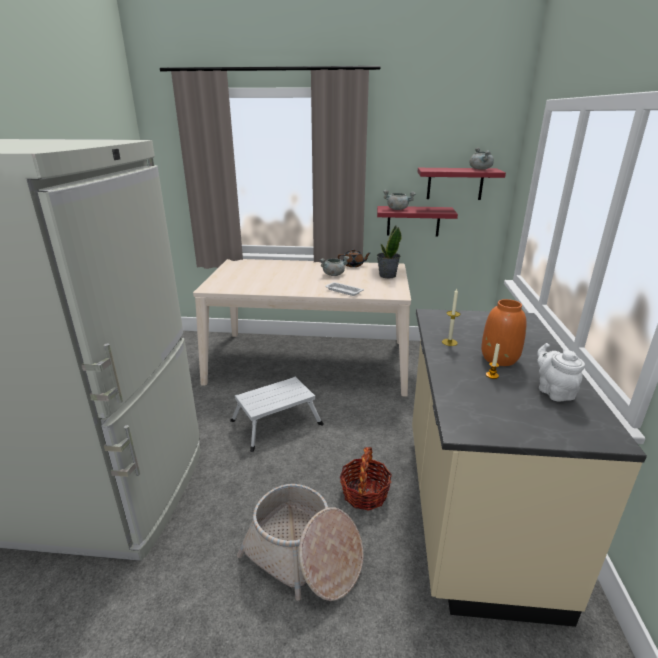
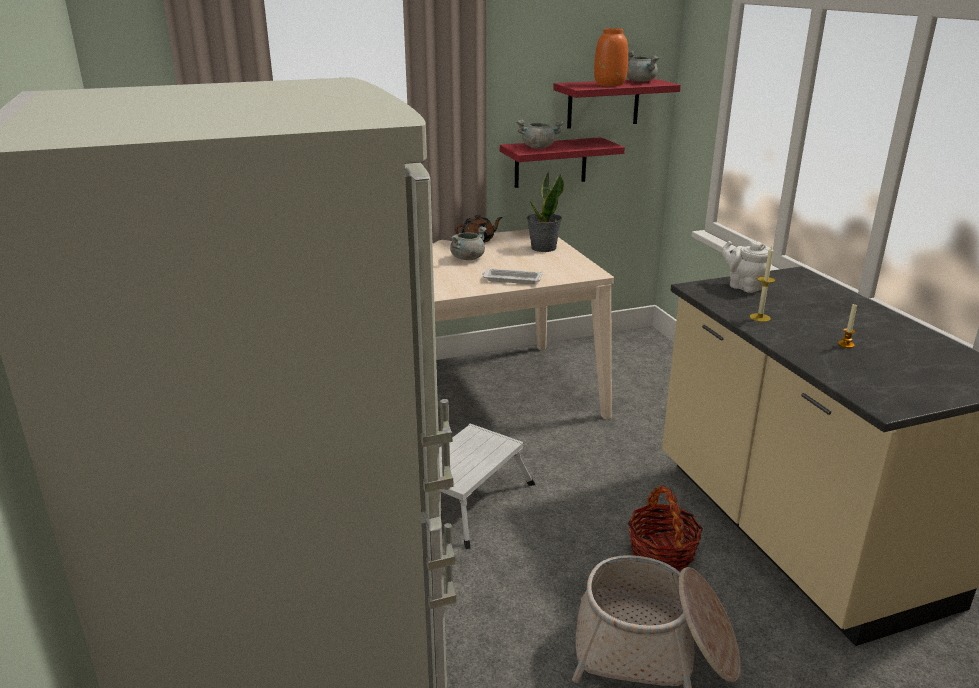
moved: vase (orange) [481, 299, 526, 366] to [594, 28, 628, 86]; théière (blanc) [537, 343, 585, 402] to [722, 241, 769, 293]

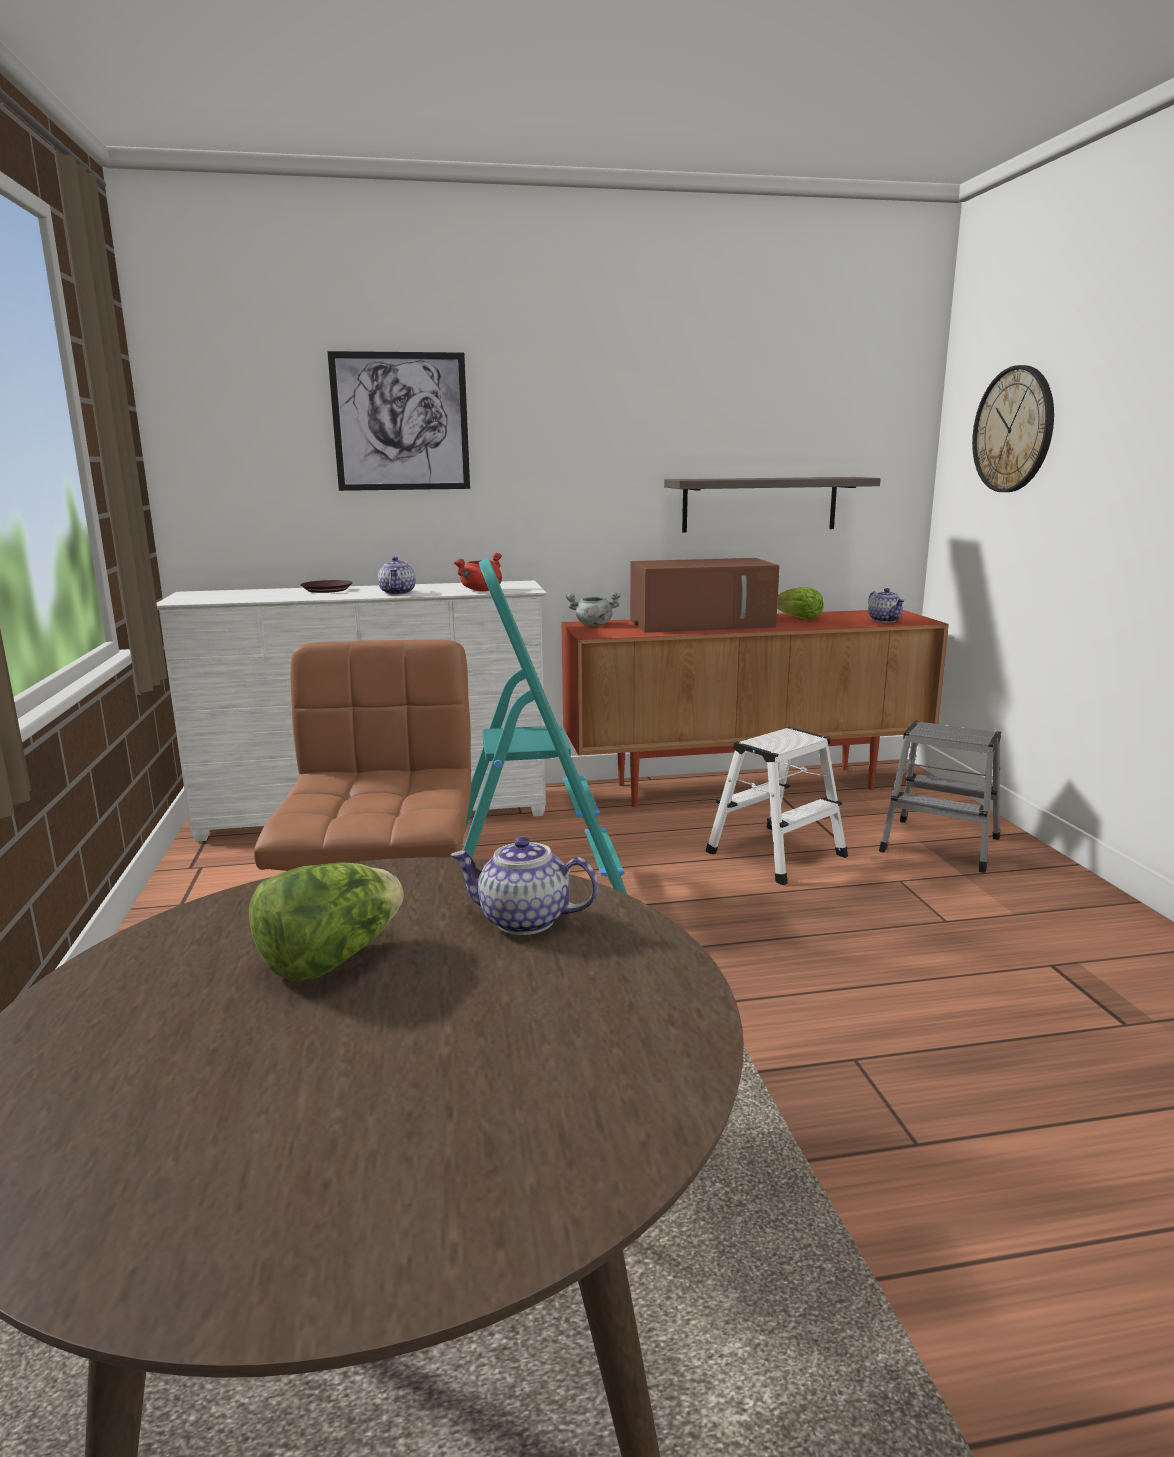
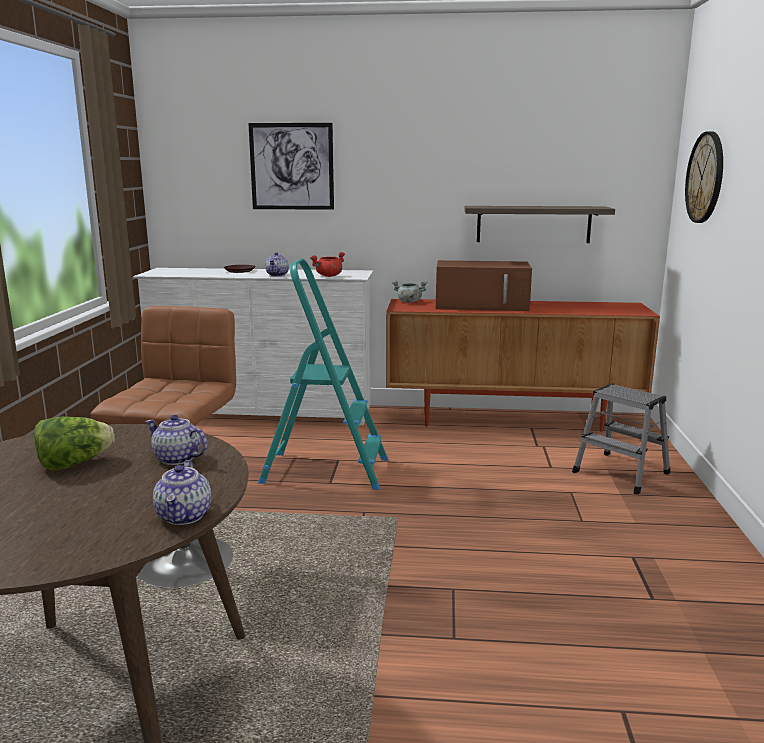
removed: escabeau (blanc) [706, 727, 848, 885]; laitue [777, 587, 823, 620]
moved: théière [868, 588, 905, 622] to [153, 460, 211, 525]

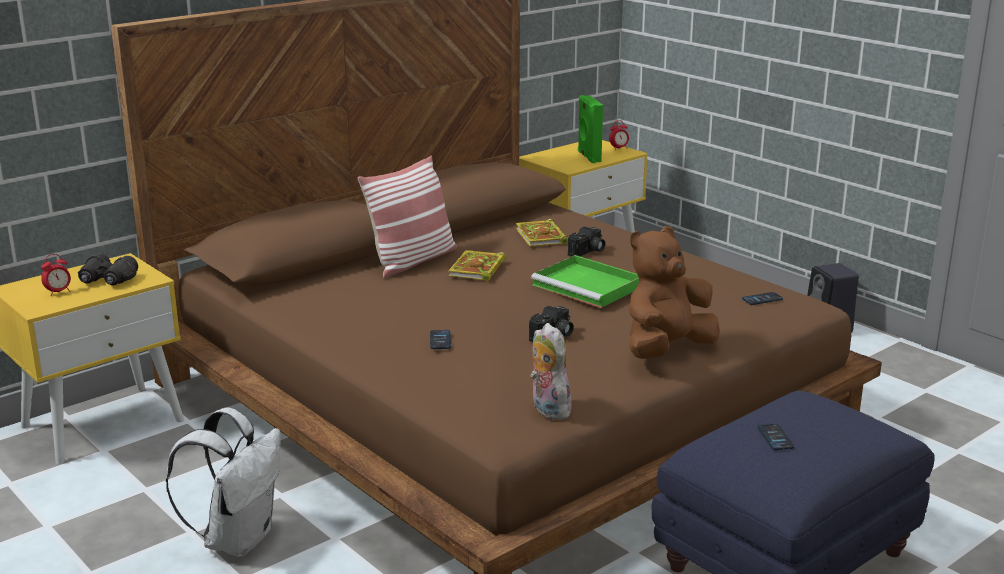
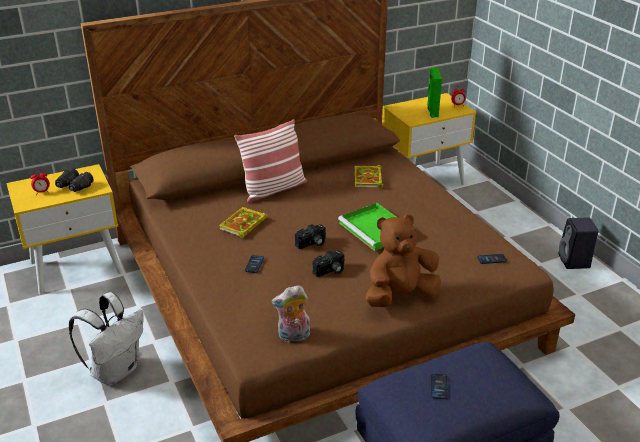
moved: livre [449, 250, 506, 281] to [219, 207, 268, 238]; appareil photo [568, 226, 605, 257] to [295, 224, 326, 249]
turned: peluche [530, 323, 571, 420] = [271, 285, 310, 342] 90 degrees counterclockwise

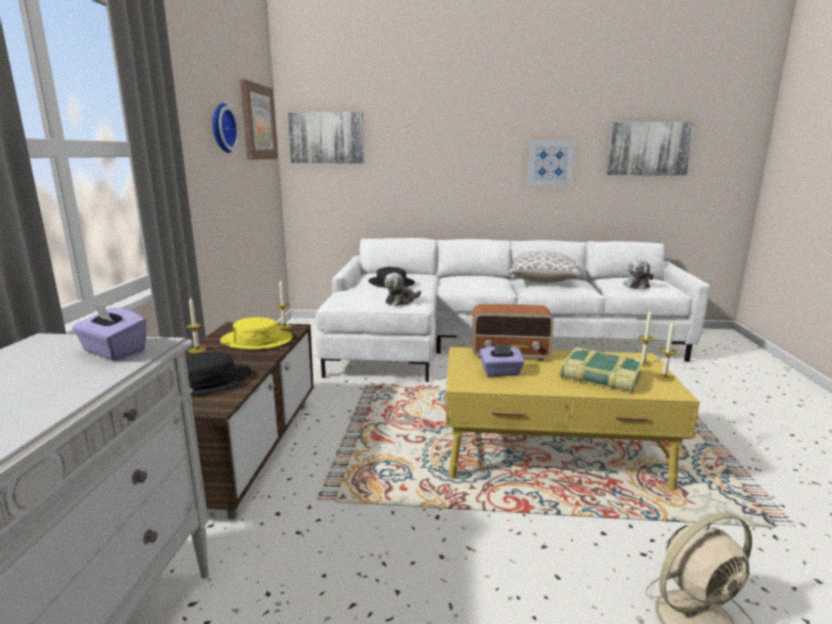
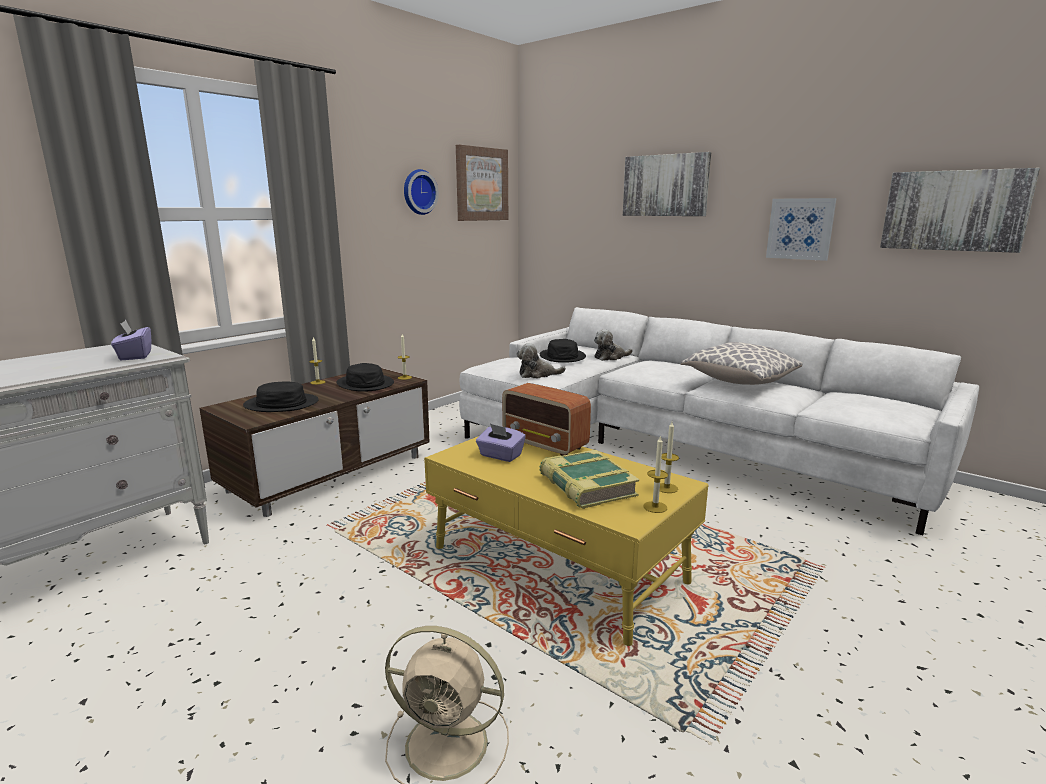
moved: peluche [623, 260, 654, 289] to [594, 329, 633, 361]; tableau [288, 112, 364, 163] to [623, 152, 711, 216]
recoloured: chapeau (jaune) [220, 317, 292, 349] to chapeau (noir) [337, 363, 394, 392]

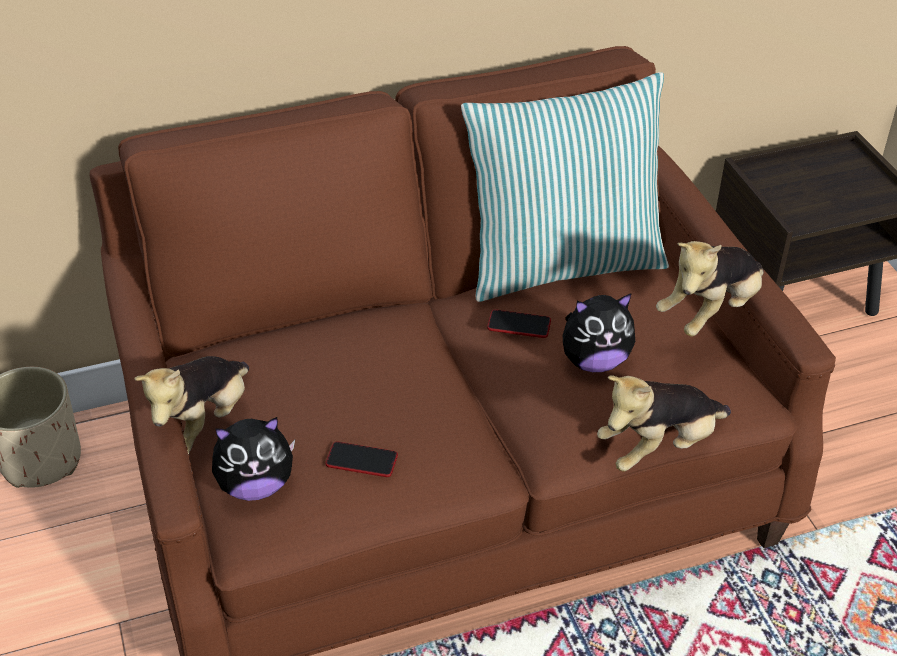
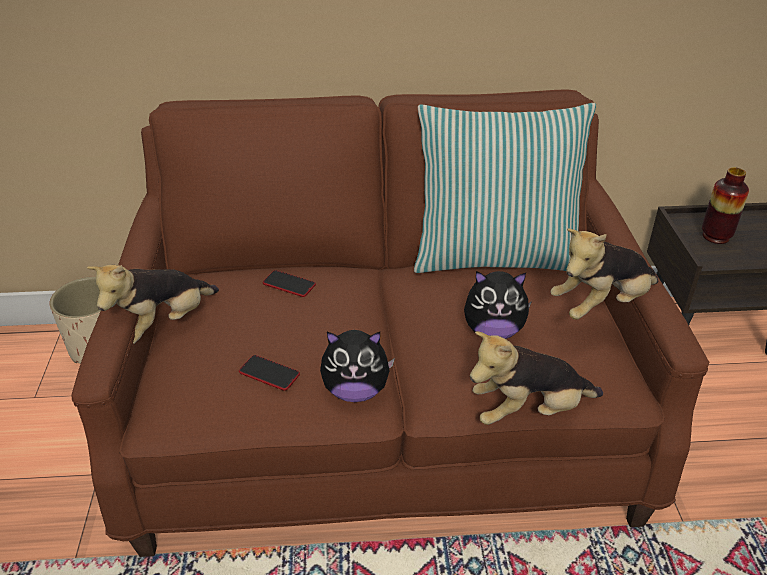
added: vase [702, 167, 749, 244]
moved: téléphone [487, 309, 551, 338] to [263, 270, 316, 297]; peluche [212, 417, 295, 501] to [320, 330, 395, 402]

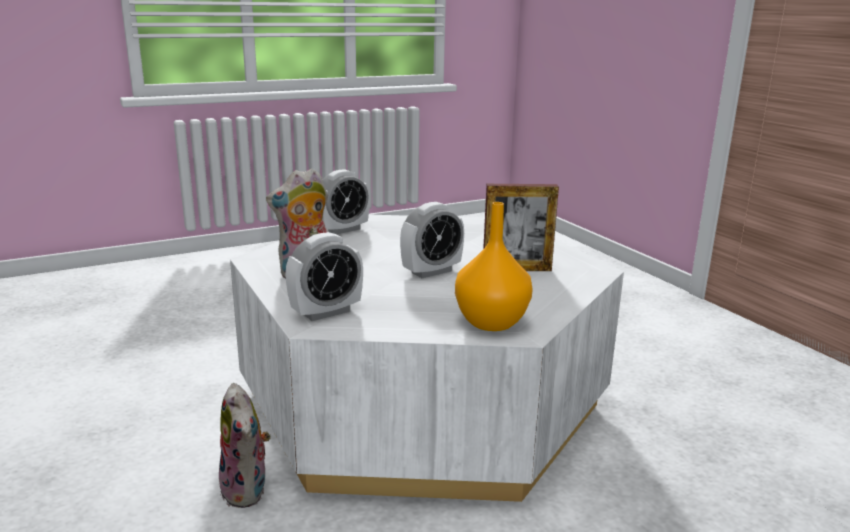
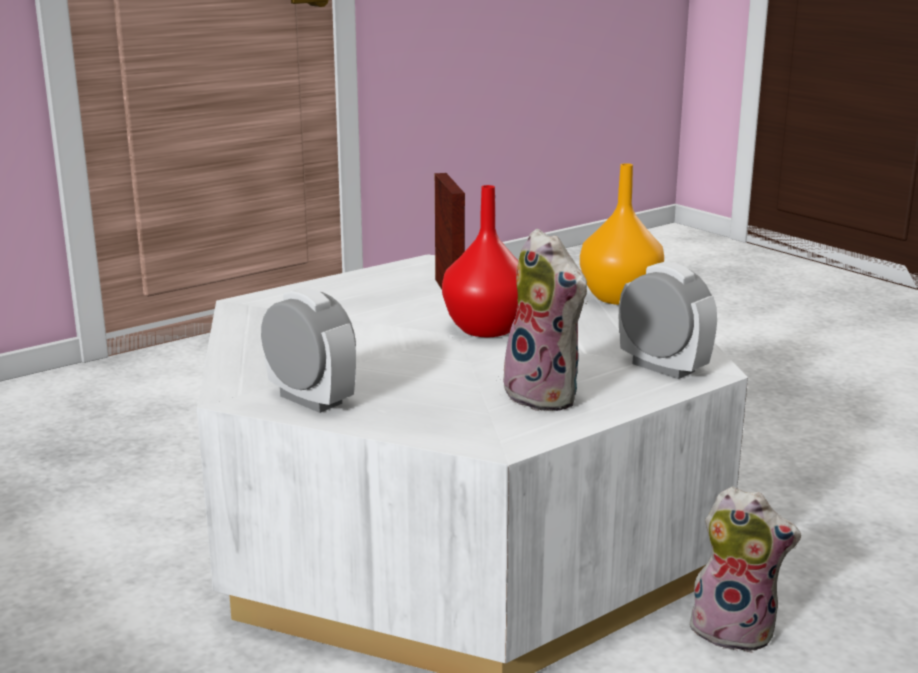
replaced: réveil [400, 202, 464, 278] to vase (rouge) [442, 185, 519, 337]
turned: peluche [219, 383, 271, 508] = [687, 486, 801, 653] 60 degrees clockwise

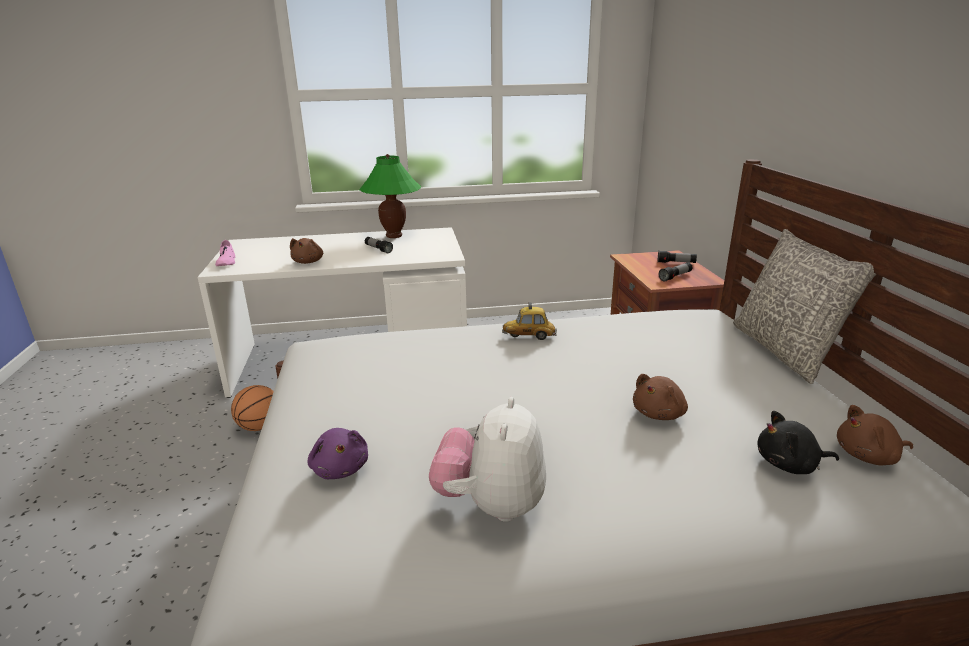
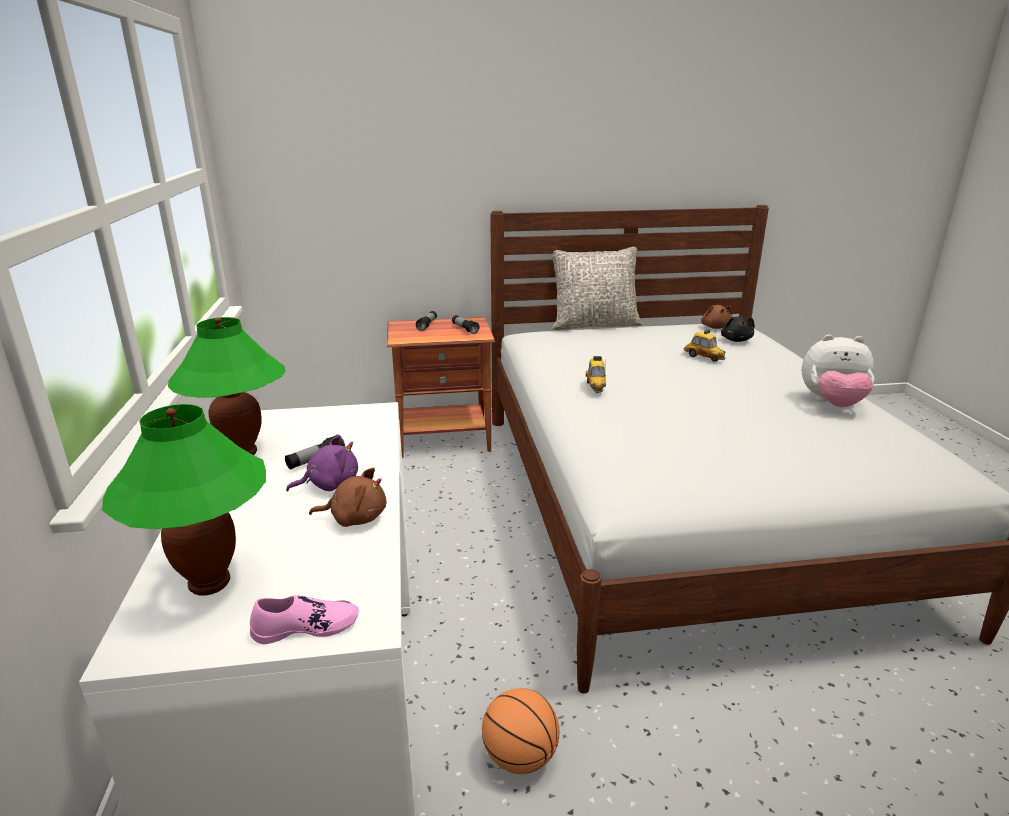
added: lampe de table (vert) [102, 404, 266, 596]
moved: peluche (violet) [307, 428, 368, 479] to [286, 435, 358, 491]
replaced: peluche (marron) [633, 374, 688, 420] to petite voiture [684, 329, 726, 362]

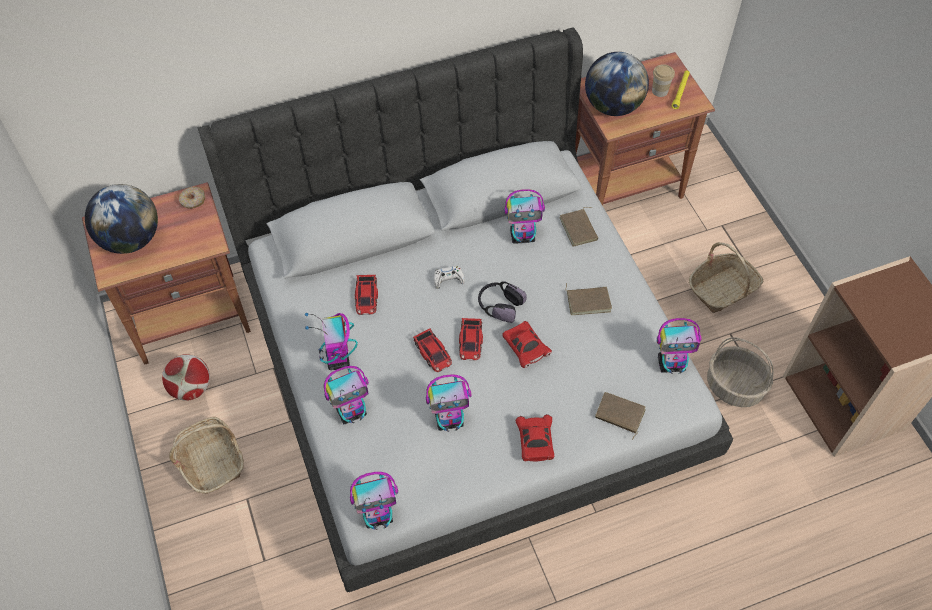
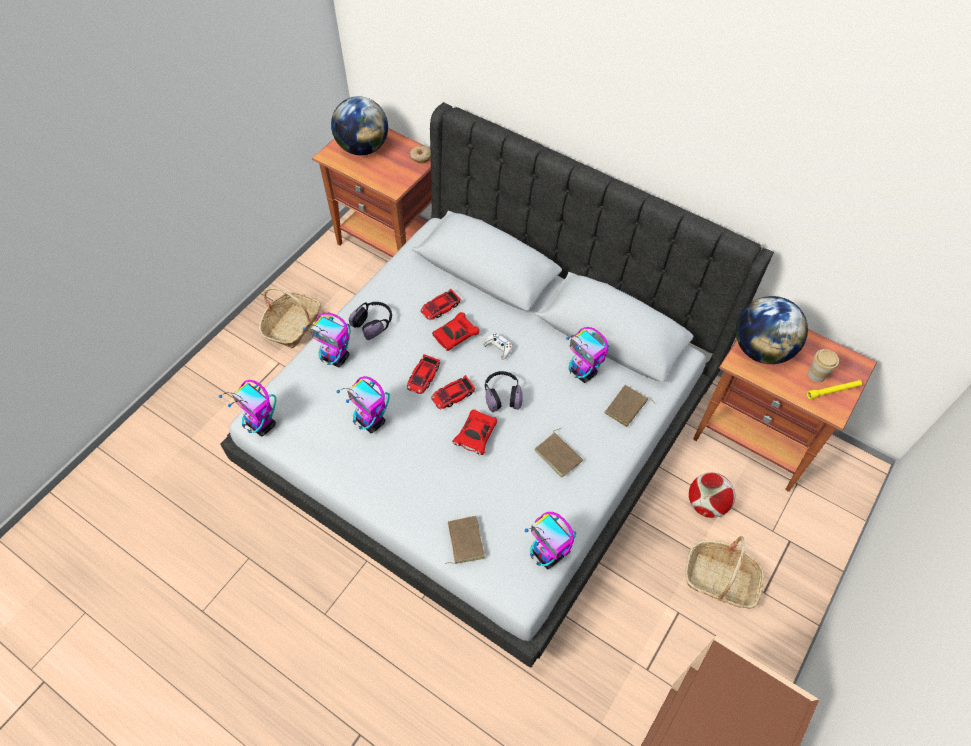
removed: panier [707, 337, 774, 407]
moved: petite voiture (rouge) [516, 414, 554, 461] to [432, 312, 479, 351]; ballon de foot [162, 354, 210, 400] to [689, 473, 735, 518]
replaced: robot jouet [305, 313, 358, 370] to casque audio [349, 302, 392, 340]

